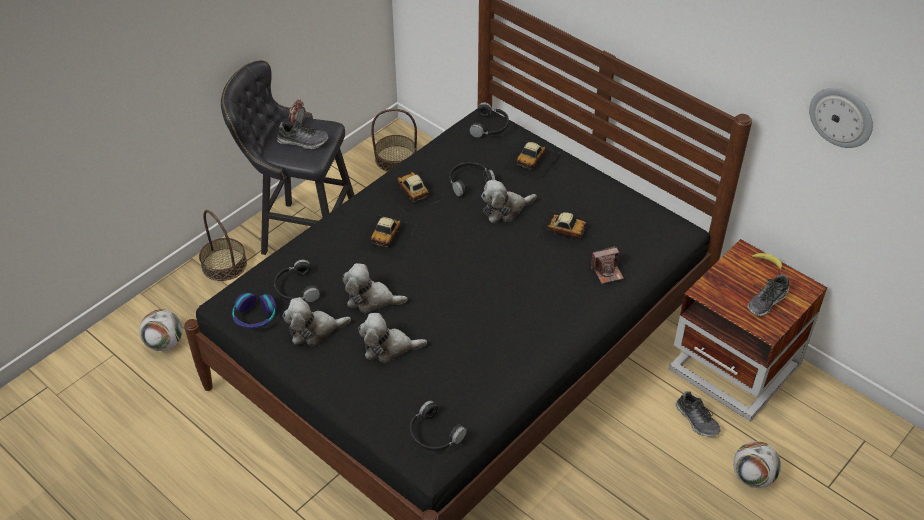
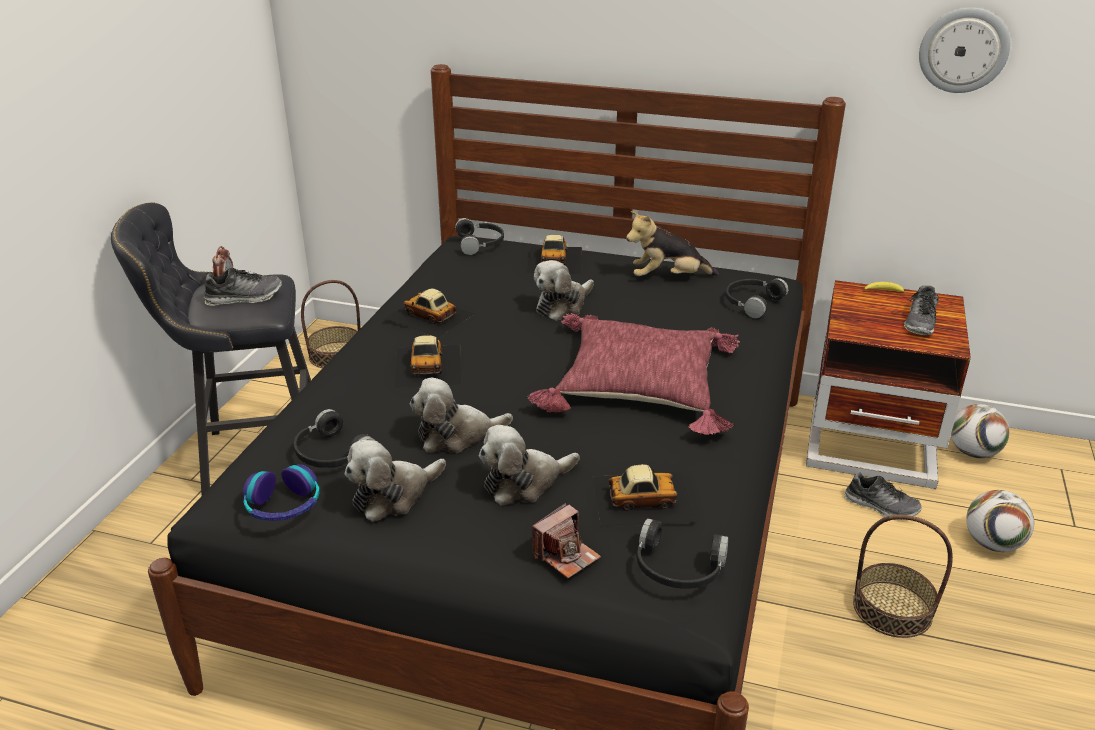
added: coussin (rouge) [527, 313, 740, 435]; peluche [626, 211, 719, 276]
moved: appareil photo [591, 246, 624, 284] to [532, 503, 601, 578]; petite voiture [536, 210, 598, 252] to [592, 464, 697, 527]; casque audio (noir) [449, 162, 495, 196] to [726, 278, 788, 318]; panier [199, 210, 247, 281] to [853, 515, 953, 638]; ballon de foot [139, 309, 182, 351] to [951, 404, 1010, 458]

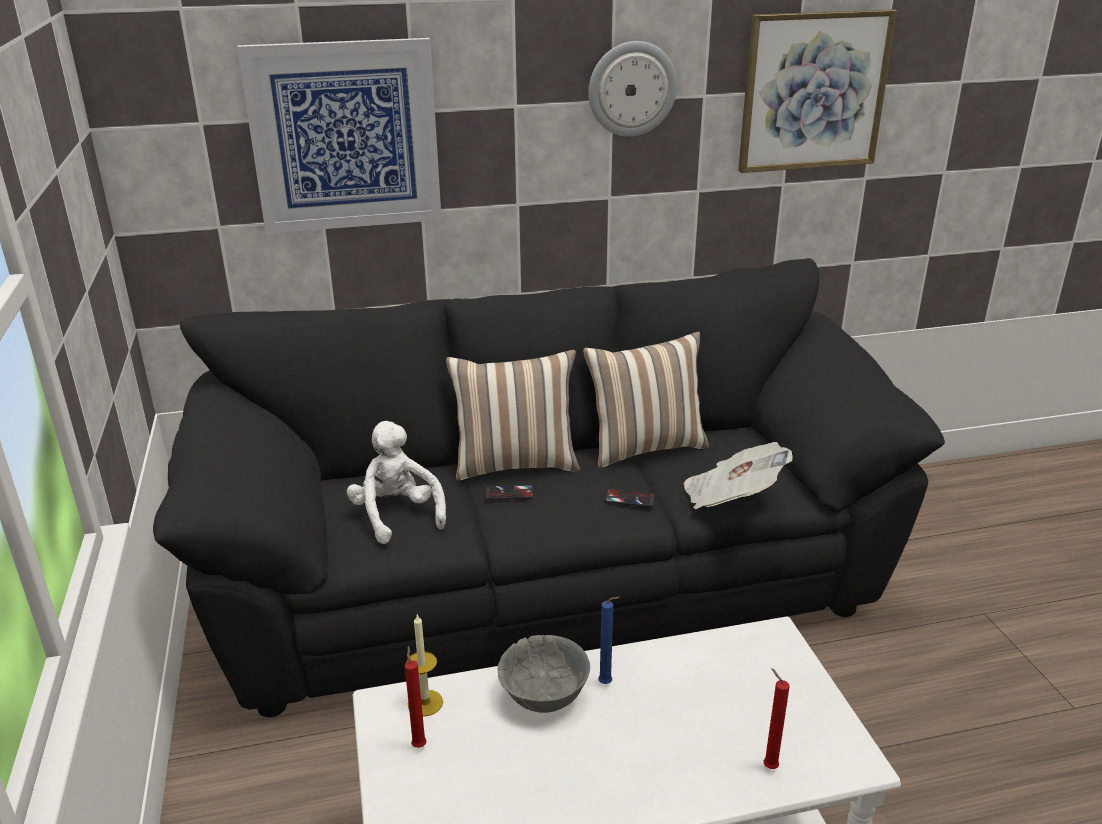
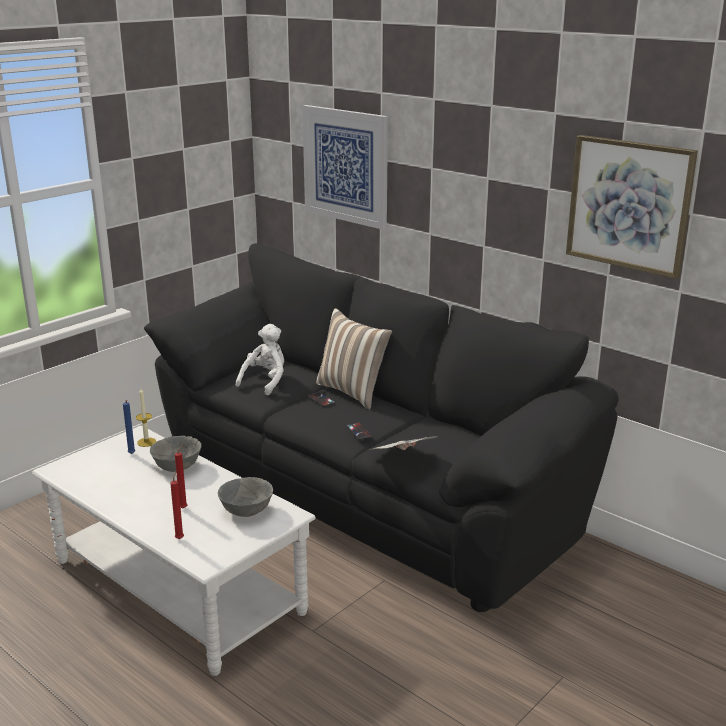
removed: coussin [583, 332, 709, 468]; horloge murale [588, 41, 677, 137]
added: bol (gris) [218, 477, 273, 517]
moved: bougie (bleu) [598, 597, 620, 684] to [123, 400, 136, 454]; bougie (rouge) [405, 646, 426, 748] to [175, 445, 187, 509]

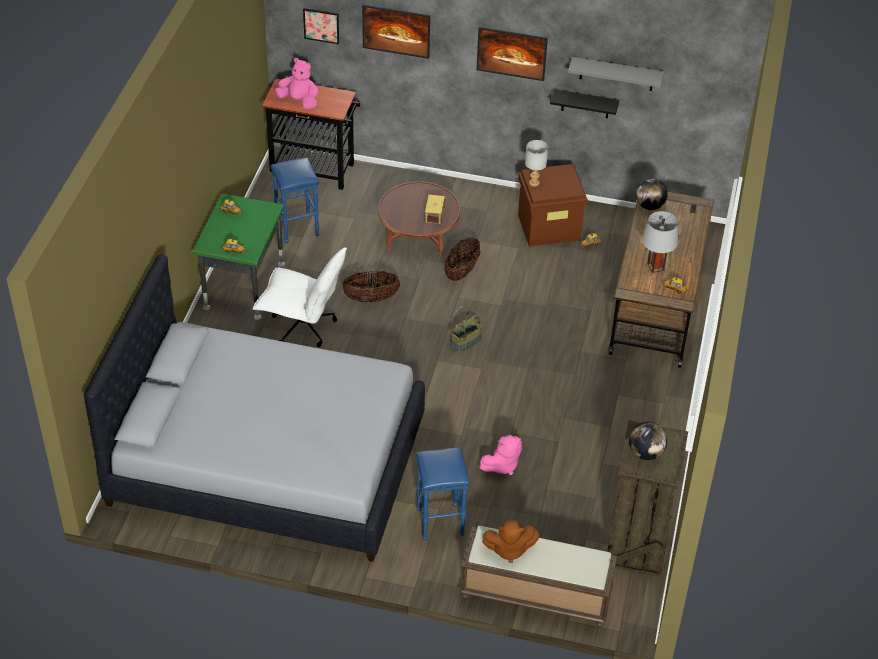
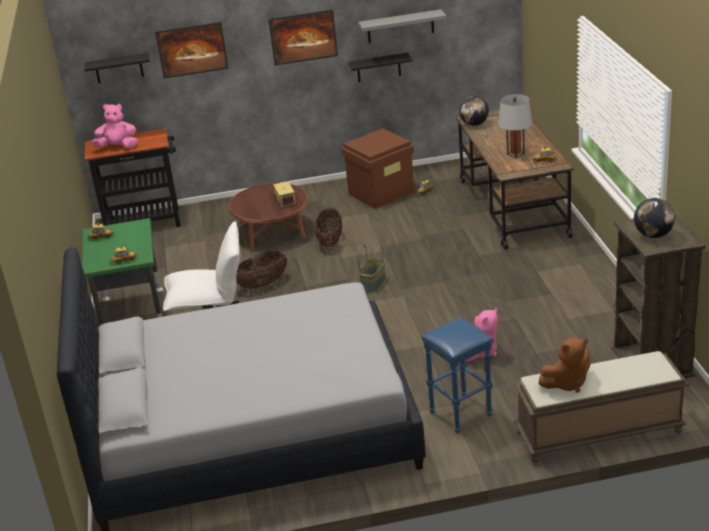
removed: tabouret (bleu) [270, 157, 319, 243]; lampe de table (gris) [525, 140, 548, 187]
replaced: tableau [303, 8, 339, 44] to étagère (noir) [84, 53, 150, 83]

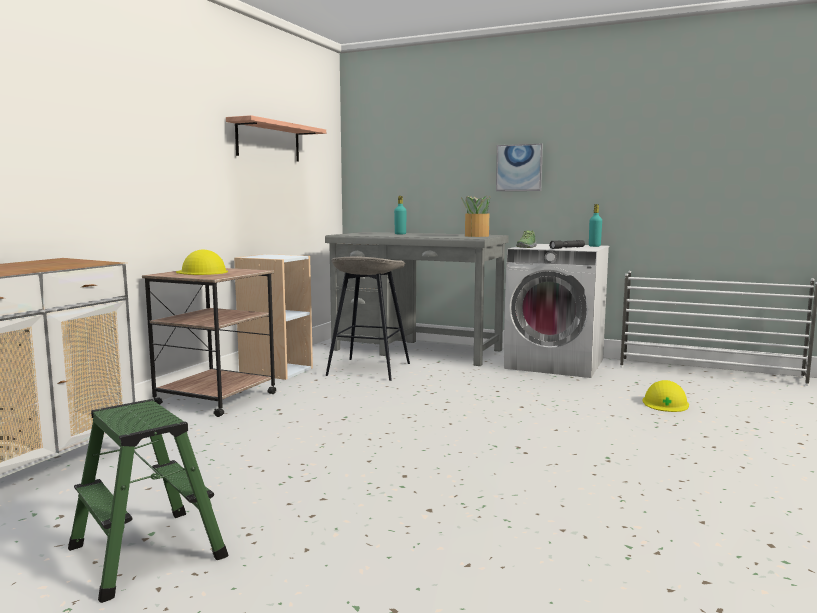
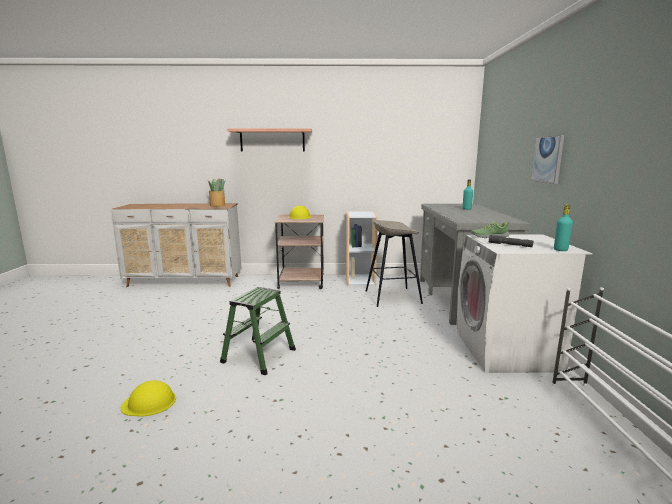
moved: casque de chantier (jaune) [642, 380, 689, 412] to [120, 380, 176, 416]; plante en pot [461, 196, 490, 237] to [208, 178, 226, 207]; escabeau (vert) [68, 399, 229, 603] to [220, 287, 296, 375]; étagère [226, 115, 326, 162] to [227, 128, 312, 151]

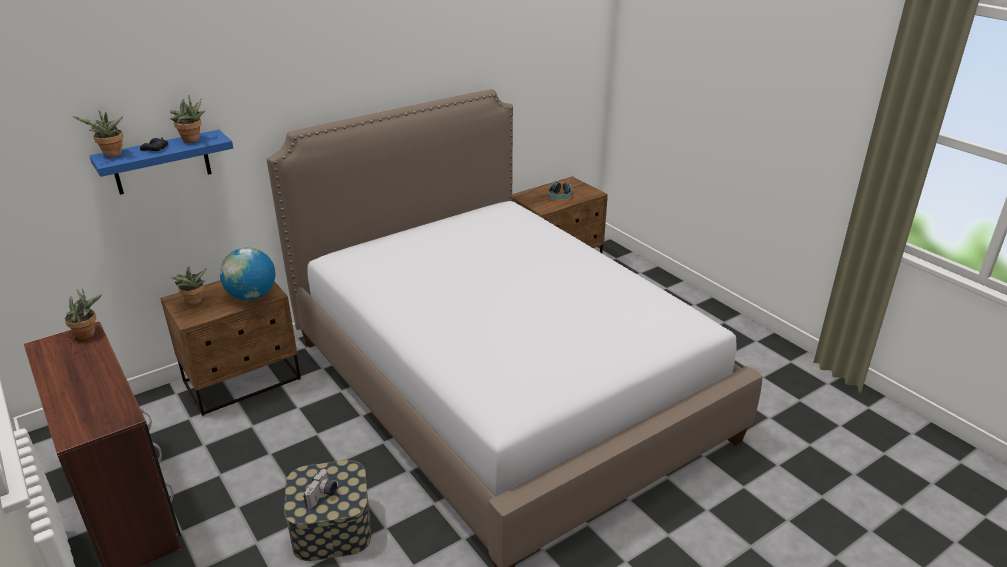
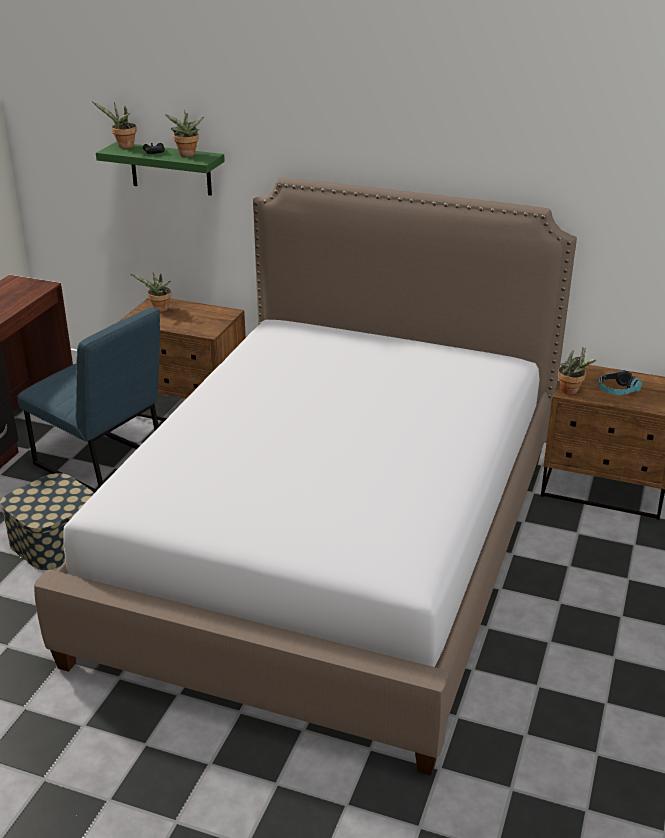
removed: globe [220, 248, 276, 300]; appareil photo [303, 469, 337, 508]
added: chaise (bleu) [17, 308, 160, 493]
moved: plante en pot [65, 289, 102, 339] to [558, 348, 596, 395]
recoloured: étagère (bleu) [89, 130, 233, 195] to étagère (vert) [96, 142, 225, 196]

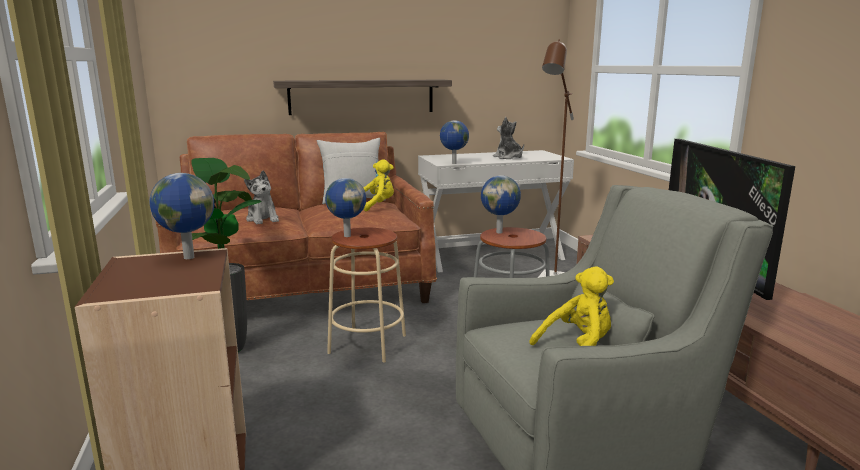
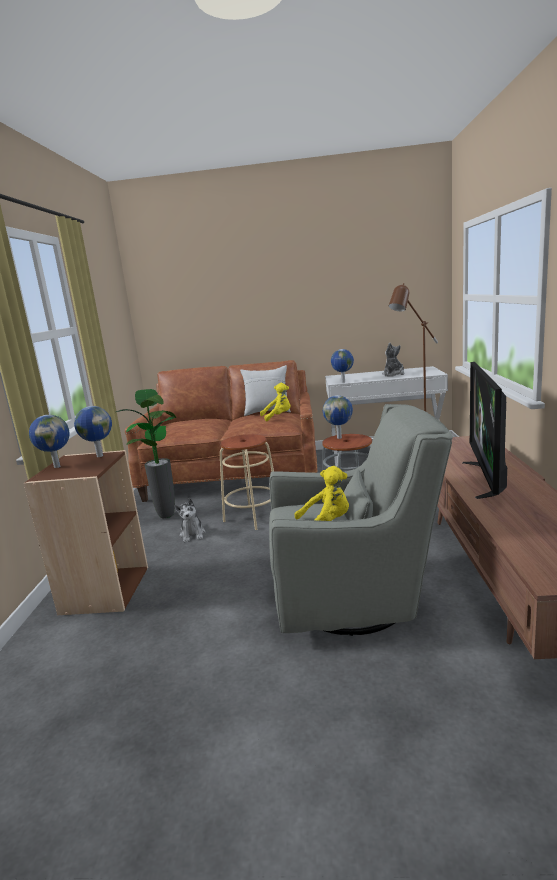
removed: étagère [273, 80, 452, 115]
moved: globe [325, 178, 366, 237] to [29, 415, 69, 468]; peluche [244, 170, 279, 224] to [174, 498, 206, 542]

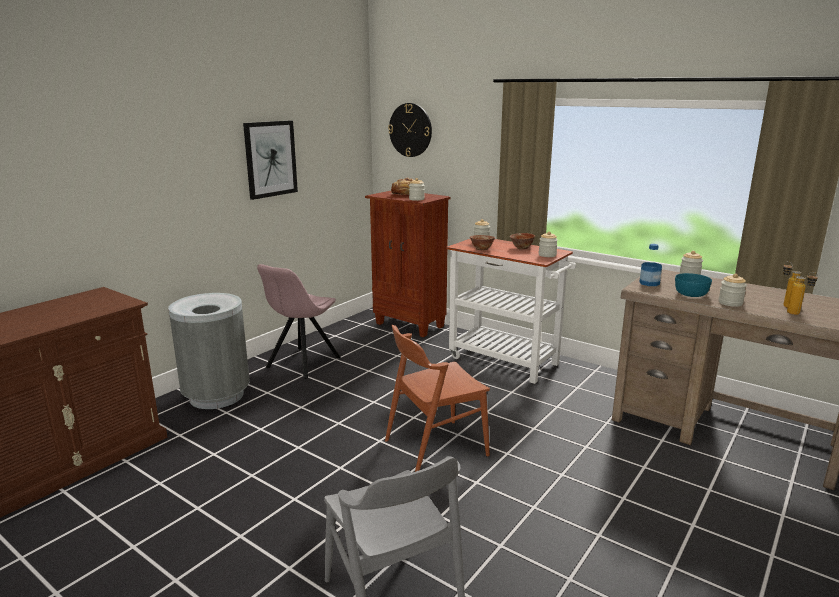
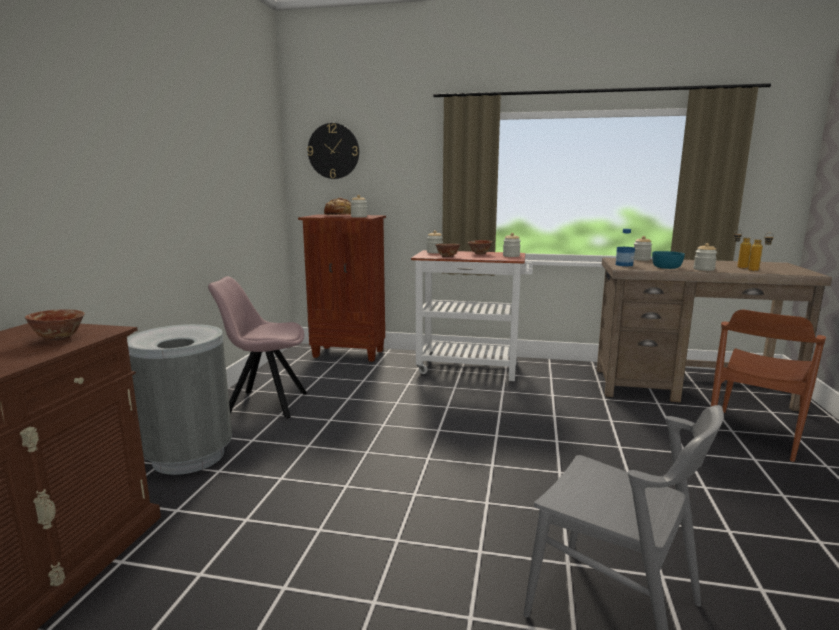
removed: tableau [243, 120, 298, 200]
added: bol [25, 309, 85, 341]
moved: chaise (marron) [385, 325, 490, 472] to [711, 310, 826, 462]
turned: chaise (rose) [257, 264, 341, 379] = [208, 276, 307, 419] 90 degrees clockwise

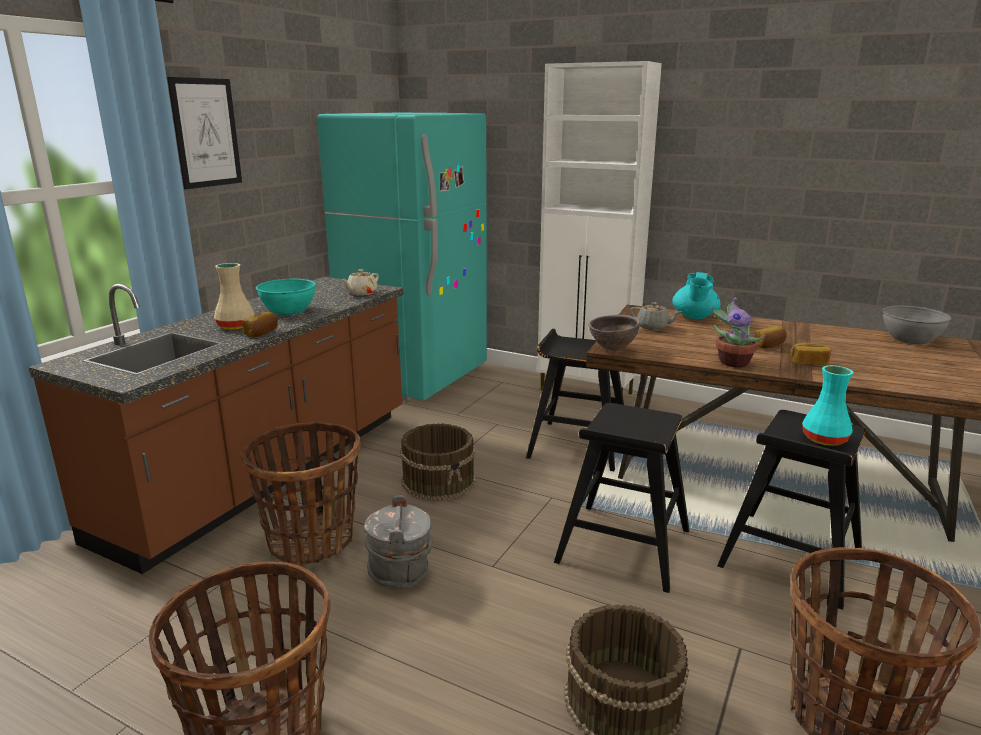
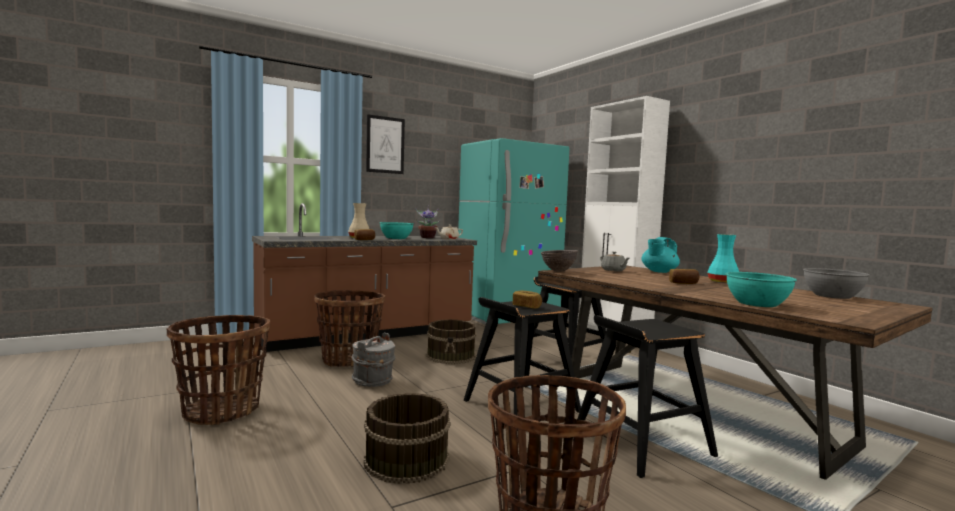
added: bol (turquoise) [726, 272, 797, 307]
moved: plante en pot [711, 297, 765, 367] to [415, 208, 440, 238]; pain [790, 343, 831, 365] to [513, 291, 542, 309]; vase (turquoise) [802, 365, 854, 446] to [707, 234, 739, 283]

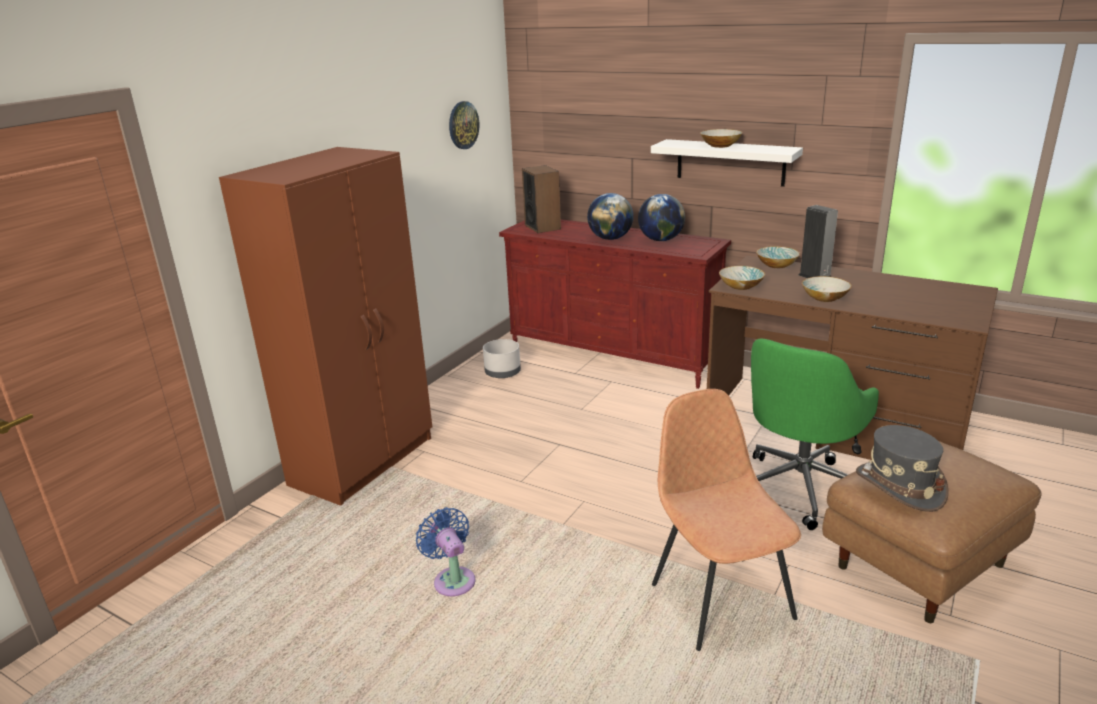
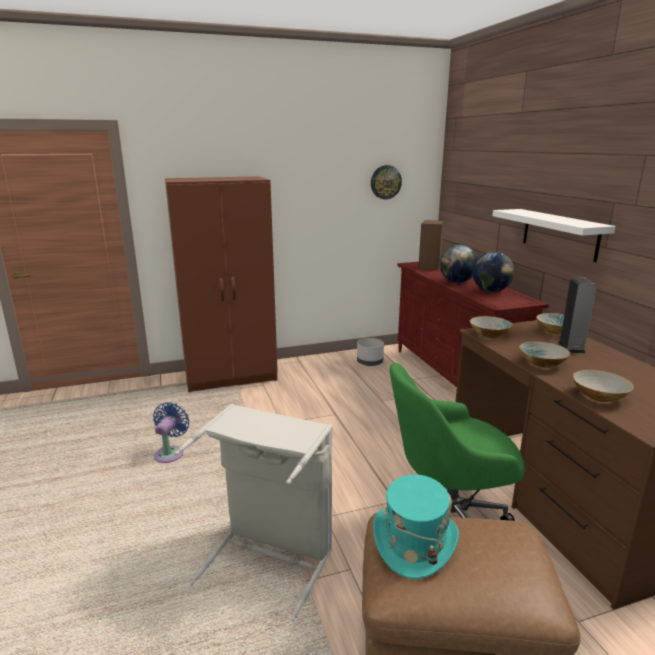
moved: bol [700, 129, 743, 148] to [573, 370, 634, 402]
replaced: chaise (marron) [652, 389, 801, 651] to panier à linge (gris) [174, 403, 333, 622]
recoloured: chapeau (gris) [856, 425, 949, 512] to chapeau (turquoise) [373, 474, 459, 579]

